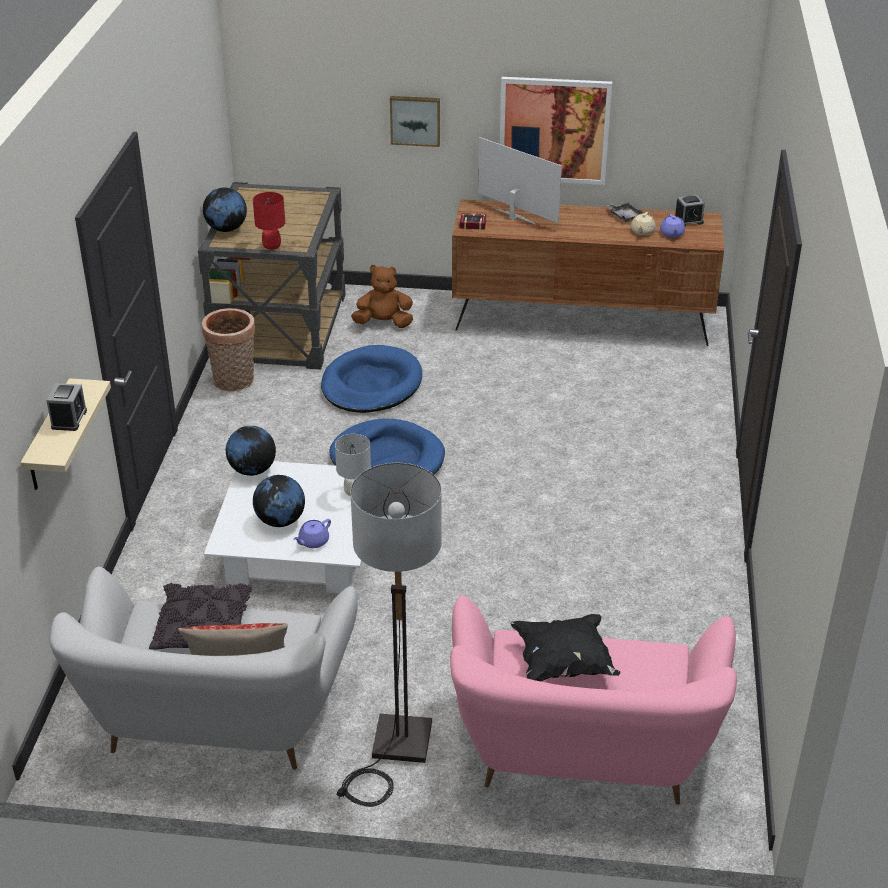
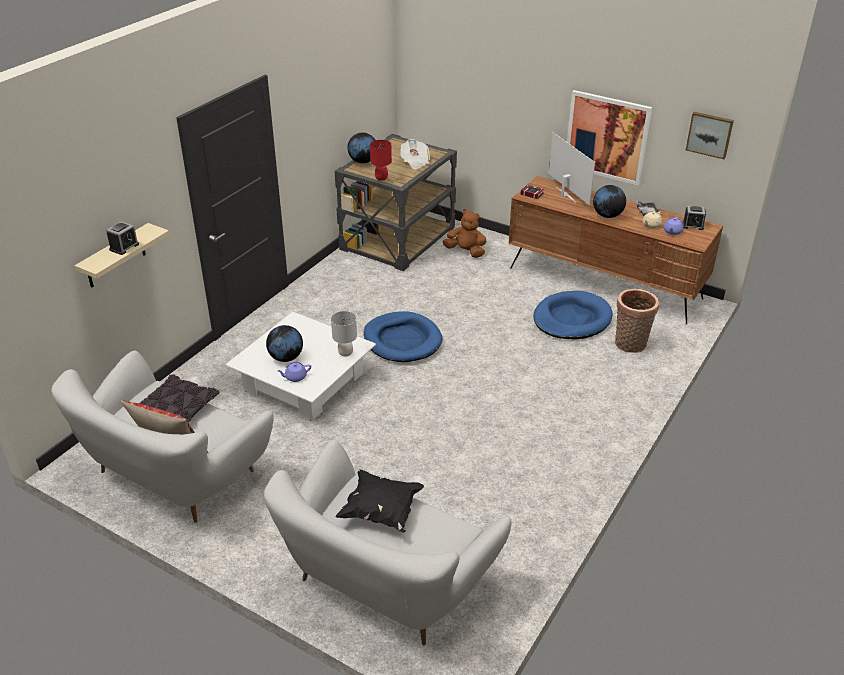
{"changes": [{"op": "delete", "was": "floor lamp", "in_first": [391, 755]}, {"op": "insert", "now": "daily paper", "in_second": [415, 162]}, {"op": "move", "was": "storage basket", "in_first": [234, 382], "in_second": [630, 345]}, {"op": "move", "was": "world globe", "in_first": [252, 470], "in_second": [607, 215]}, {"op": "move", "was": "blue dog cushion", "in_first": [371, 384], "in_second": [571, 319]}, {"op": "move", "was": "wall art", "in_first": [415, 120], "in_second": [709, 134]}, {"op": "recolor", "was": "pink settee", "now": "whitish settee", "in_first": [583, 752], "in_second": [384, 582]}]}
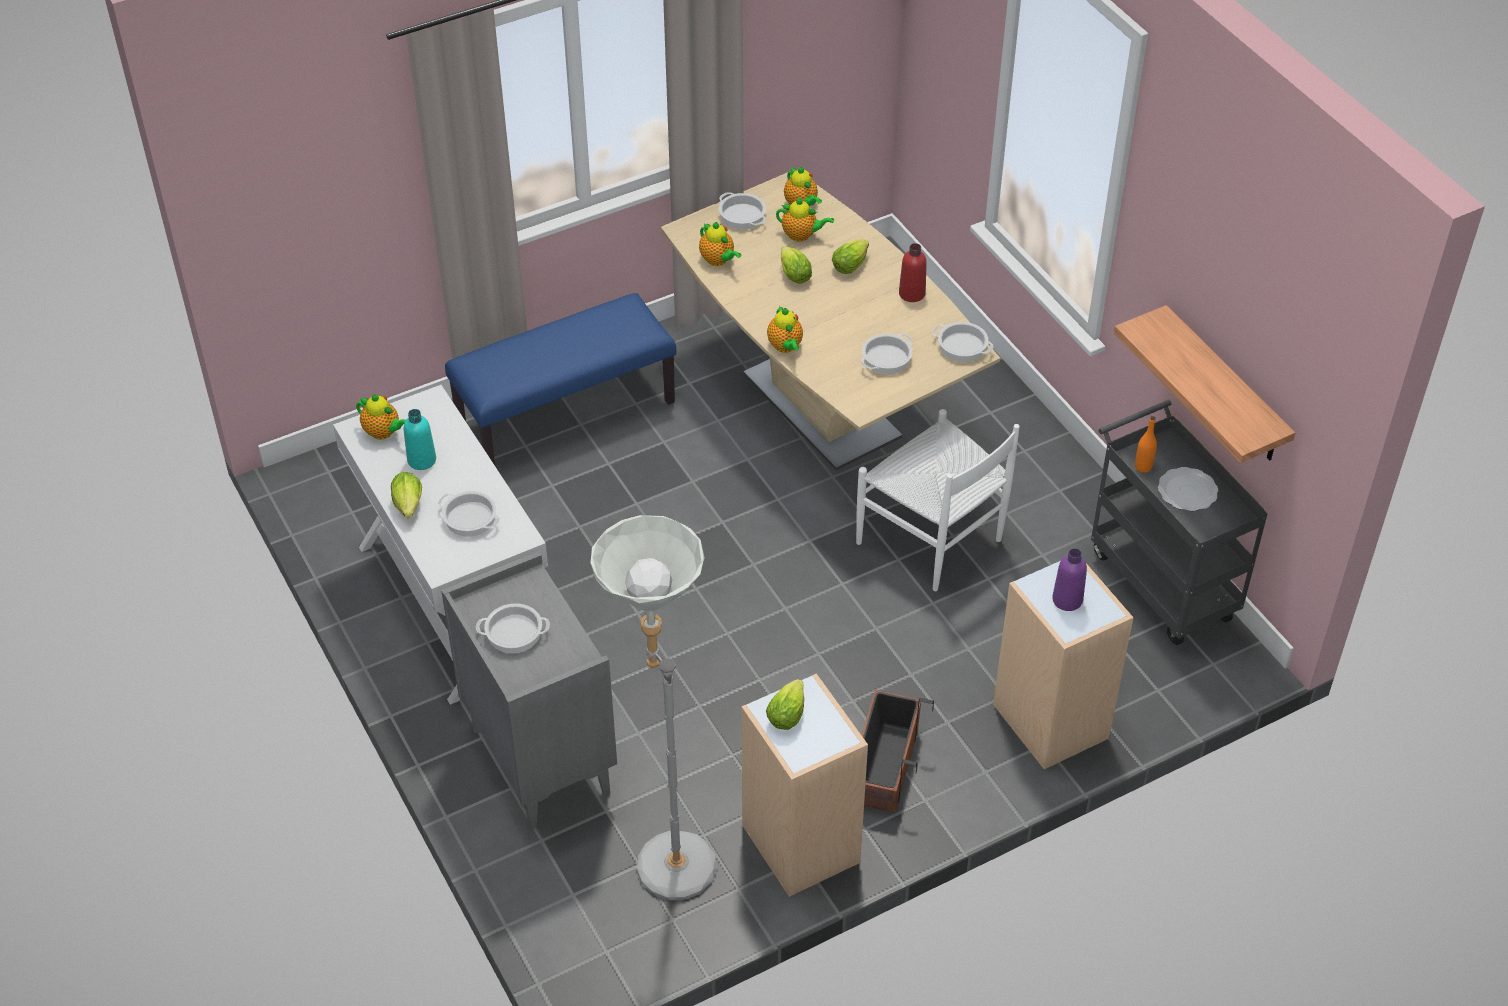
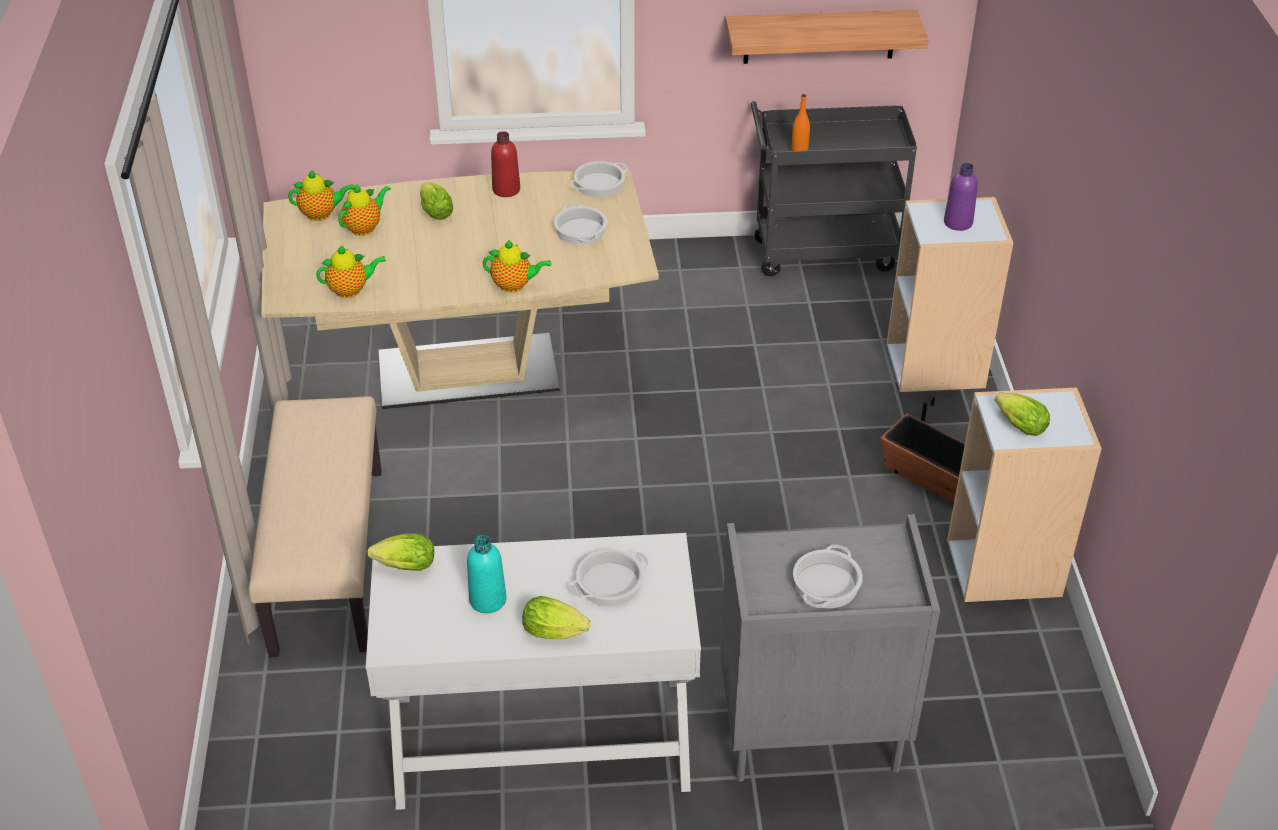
{"changes": [{"op": "delete", "was": "teapot", "in_first": [384, 432]}, {"op": "delete", "was": "greyish floor lamp", "in_first": [667, 854]}, {"op": "delete", "was": "saucepot", "in_first": [741, 216]}, {"op": "delete", "was": "whitish upright chair", "in_first": [933, 540]}, {"op": "delete", "was": "dinner plate", "in_first": [1187, 490]}, {"op": "move", "was": "head of lettuce", "in_first": [793, 273], "in_second": [402, 566]}, {"op": "recolor", "was": "blue long seat", "now": "sand-coloured long seat", "in_first": [566, 413], "in_second": [327, 559]}]}
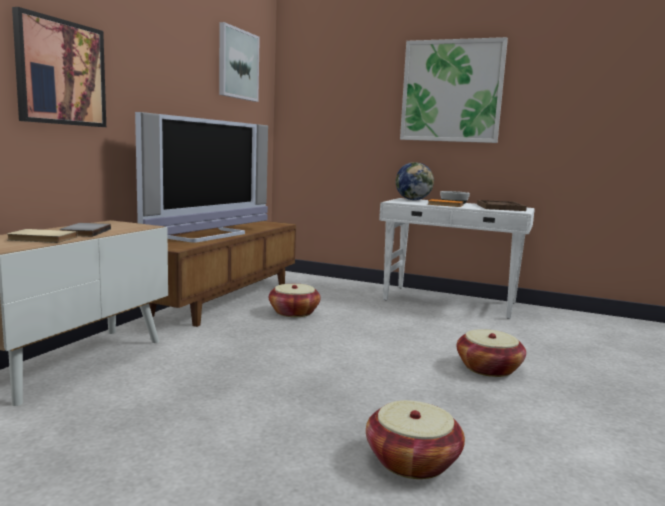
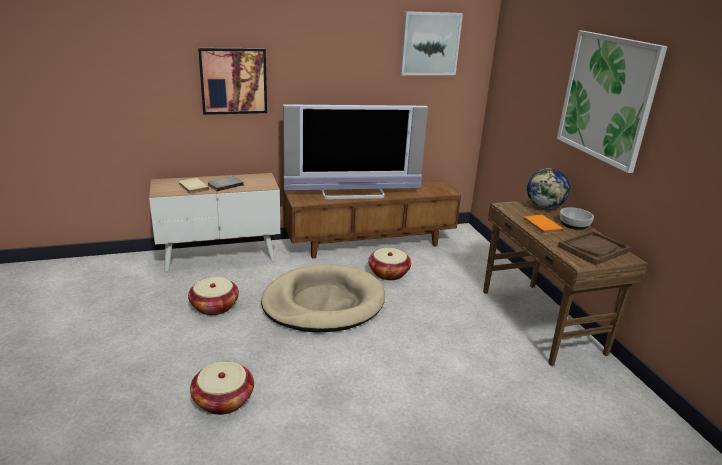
{"changes": [{"op": "insert", "now": "sand-coloured dog cushion", "in_second": [323, 303]}, {"op": "move", "was": "storage basket", "in_first": [488, 368], "in_second": [214, 306]}, {"op": "recolor", "was": "whitish narrow table", "now": "brown narrow table", "in_first": [450, 301], "in_second": [541, 322]}]}
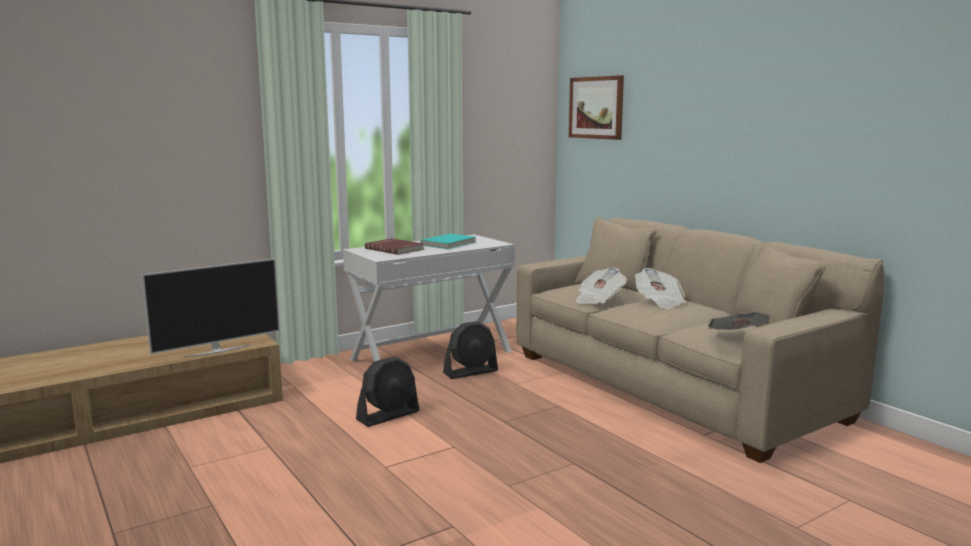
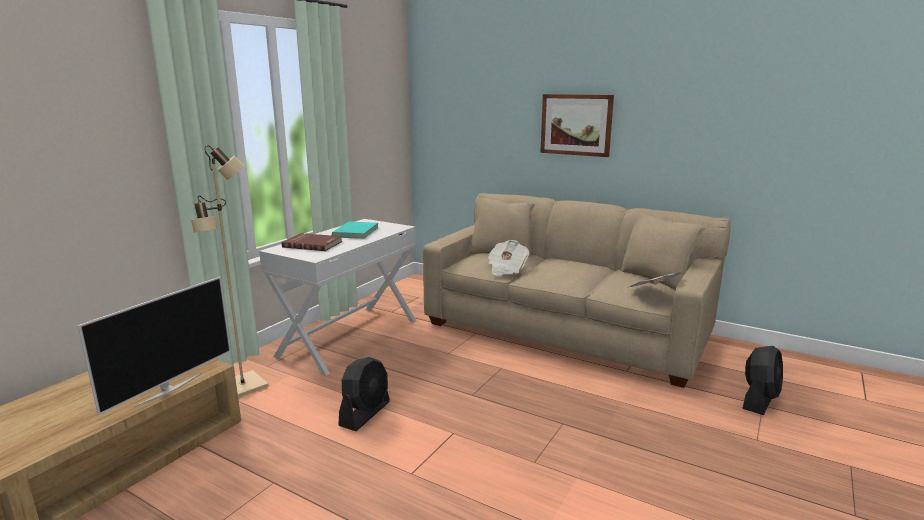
{"changes": [{"op": "delete", "was": "daily paper", "in_first": [659, 302]}, {"op": "insert", "now": "sand-coloured floor lamp", "in_second": [243, 386]}, {"op": "move", "was": "blackish fan", "in_first": [470, 372], "in_second": [759, 400]}, {"op": "move", "was": "wall art", "in_first": [596, 107], "in_second": [576, 124]}]}
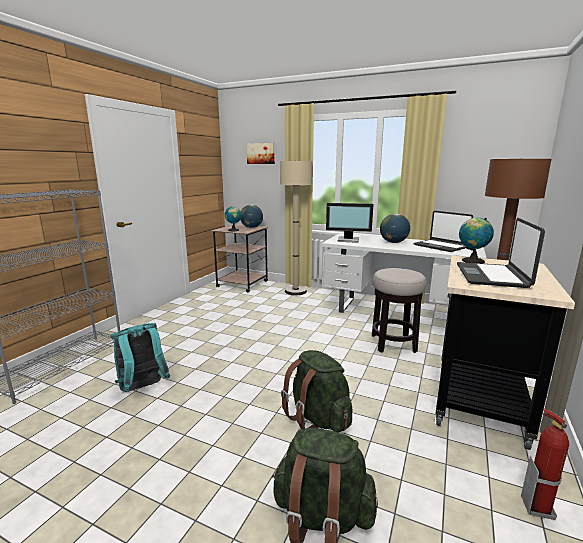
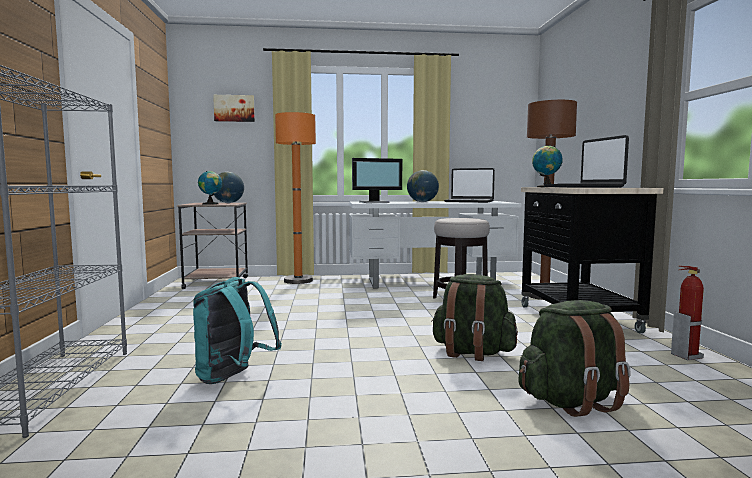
{"changes": [{"op": "recolor", "was": "sand-coloured floor lamp", "now": "orangey floor lamp", "in_first": [295, 291], "in_second": [298, 281]}]}
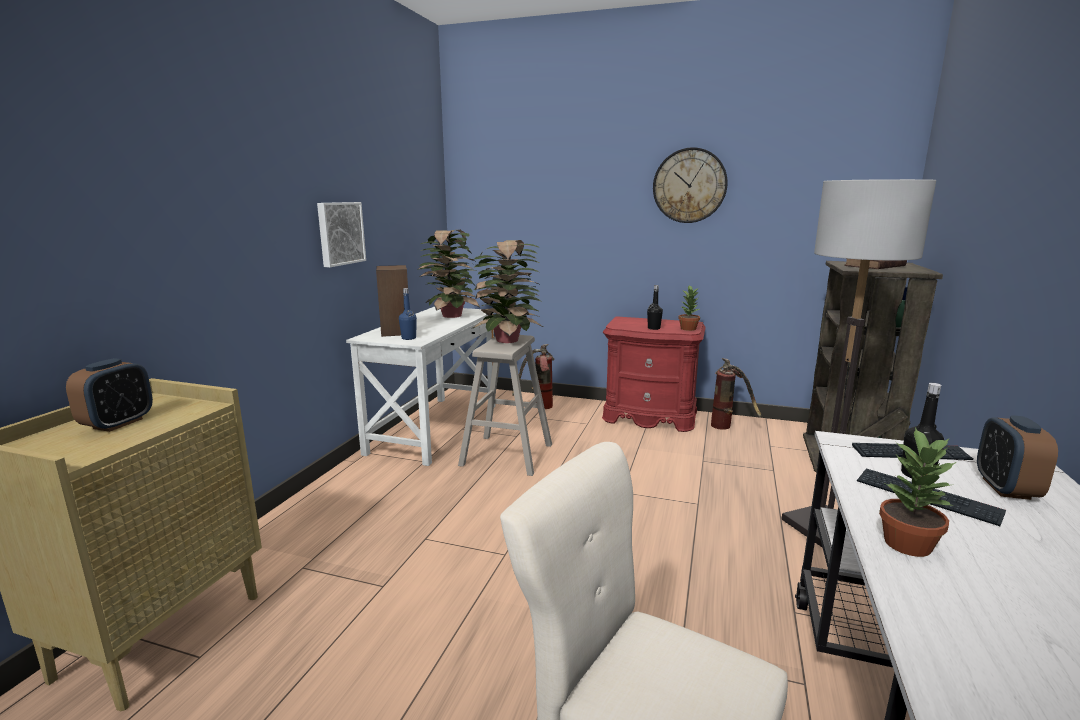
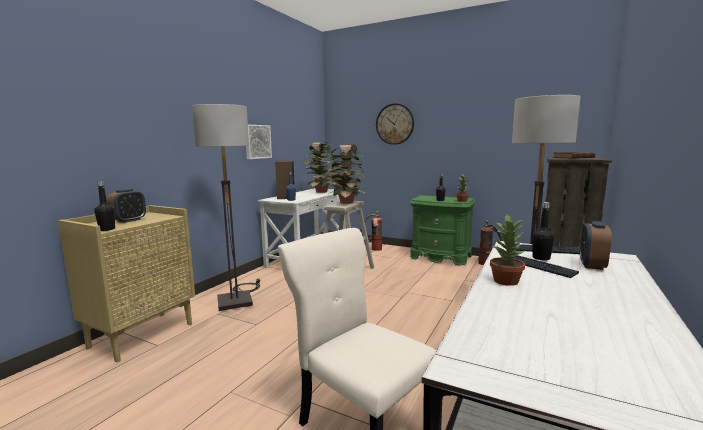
{"changes": [{"op": "insert", "now": "blackish bottle", "in_second": [107, 229]}, {"op": "insert", "now": "floor lamp", "in_second": [238, 298]}, {"op": "move", "was": "hanging clock", "in_first": [689, 185], "in_second": [394, 124]}, {"op": "recolor", "was": "reddish night table", "now": "green night table", "in_first": [650, 417], "in_second": [440, 257]}]}
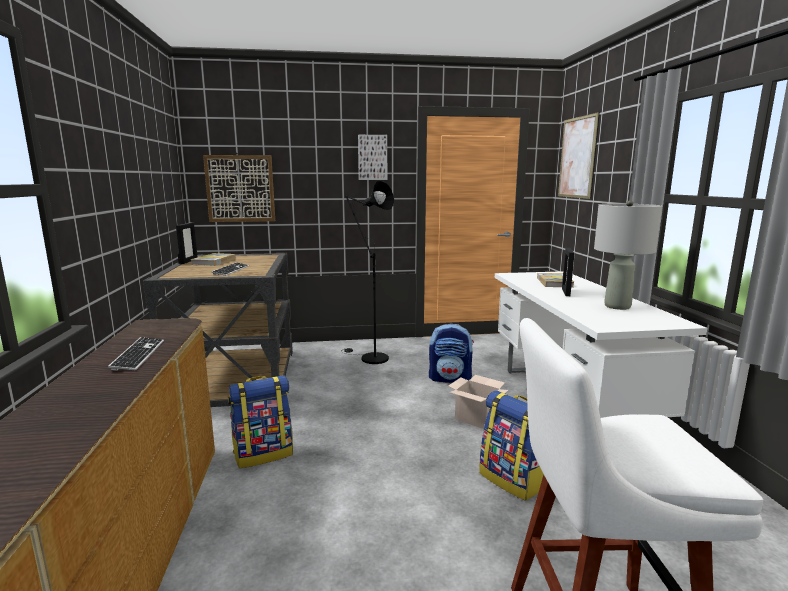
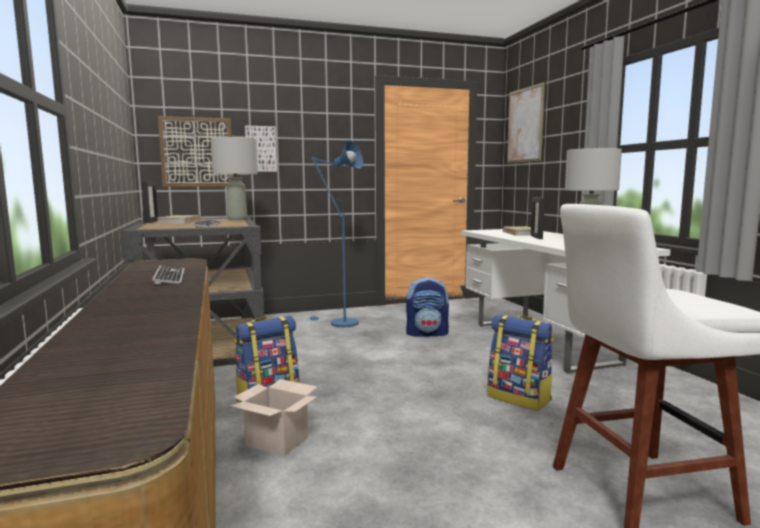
{"changes": [{"op": "insert", "now": "greyish tabletop lamp", "in_second": [237, 219]}, {"op": "move", "was": "wall art", "in_first": [372, 157], "in_second": [260, 149]}, {"op": "move", "was": "packing box", "in_first": [477, 418], "in_second": [278, 441]}, {"op": "recolor", "was": "blackish floor lamp", "now": "blue floor lamp", "in_first": [370, 358], "in_second": [339, 323]}]}
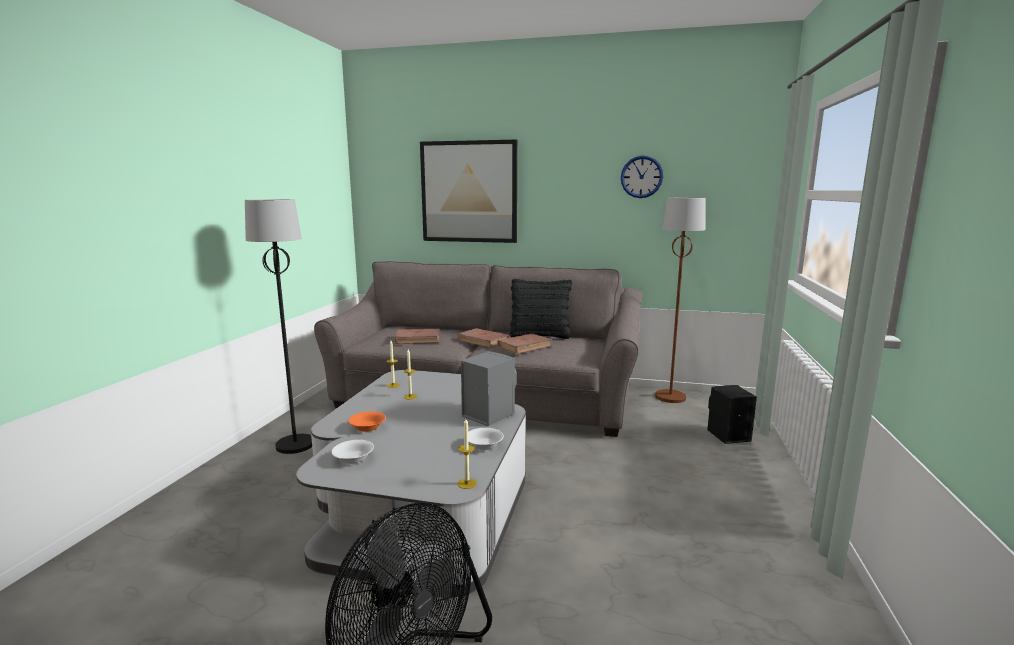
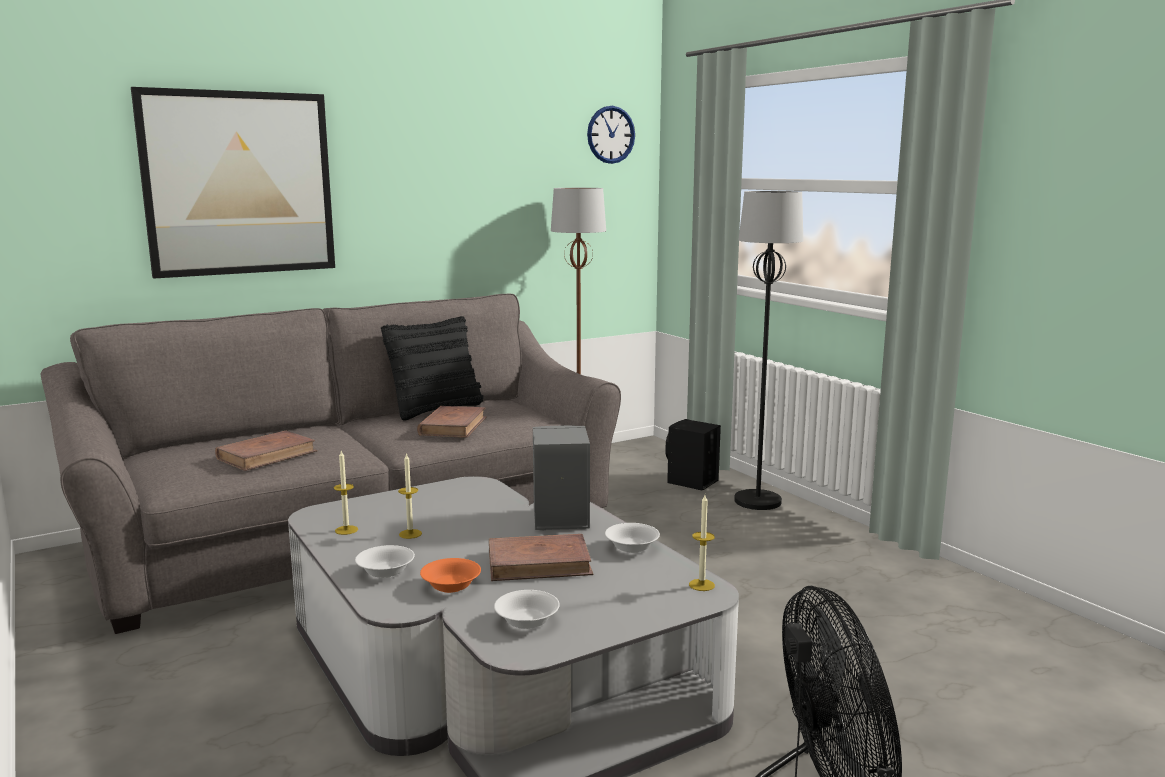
{"changes": [{"op": "insert", "now": "whitish deep dish", "in_second": [385, 572]}, {"op": "move", "was": "blackish floor lamp", "in_first": [295, 445], "in_second": [757, 501]}, {"op": "move", "was": "brown volume", "in_first": [483, 341], "in_second": [539, 563]}, {"op": "move", "was": "hanging clock", "in_first": [641, 177], "in_second": [610, 134]}]}
